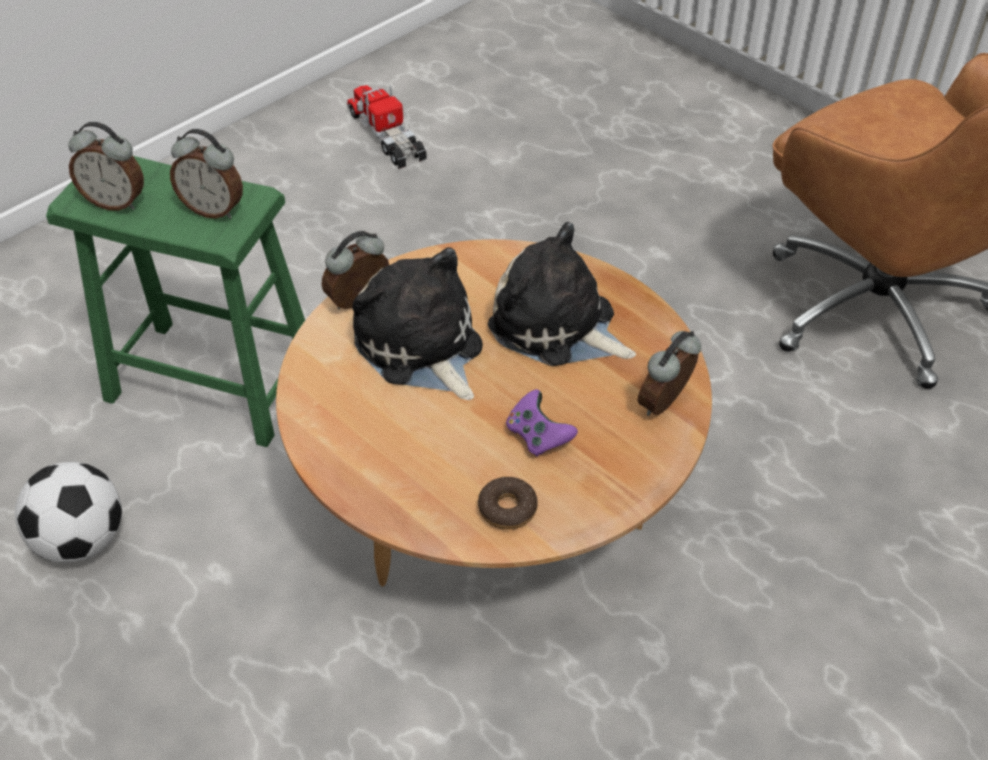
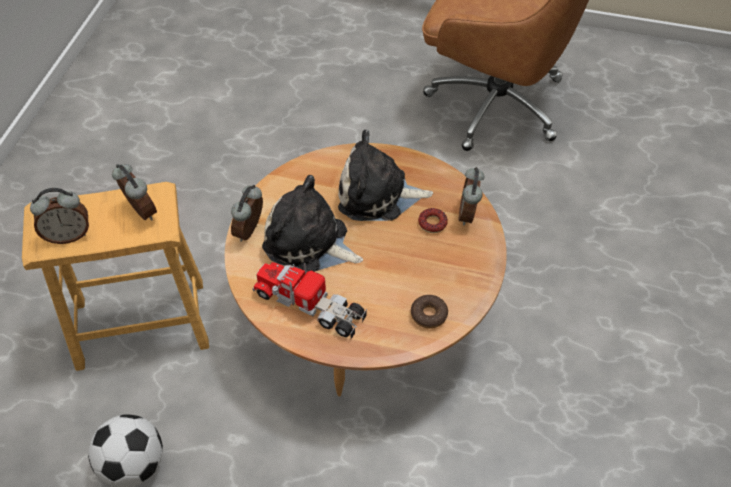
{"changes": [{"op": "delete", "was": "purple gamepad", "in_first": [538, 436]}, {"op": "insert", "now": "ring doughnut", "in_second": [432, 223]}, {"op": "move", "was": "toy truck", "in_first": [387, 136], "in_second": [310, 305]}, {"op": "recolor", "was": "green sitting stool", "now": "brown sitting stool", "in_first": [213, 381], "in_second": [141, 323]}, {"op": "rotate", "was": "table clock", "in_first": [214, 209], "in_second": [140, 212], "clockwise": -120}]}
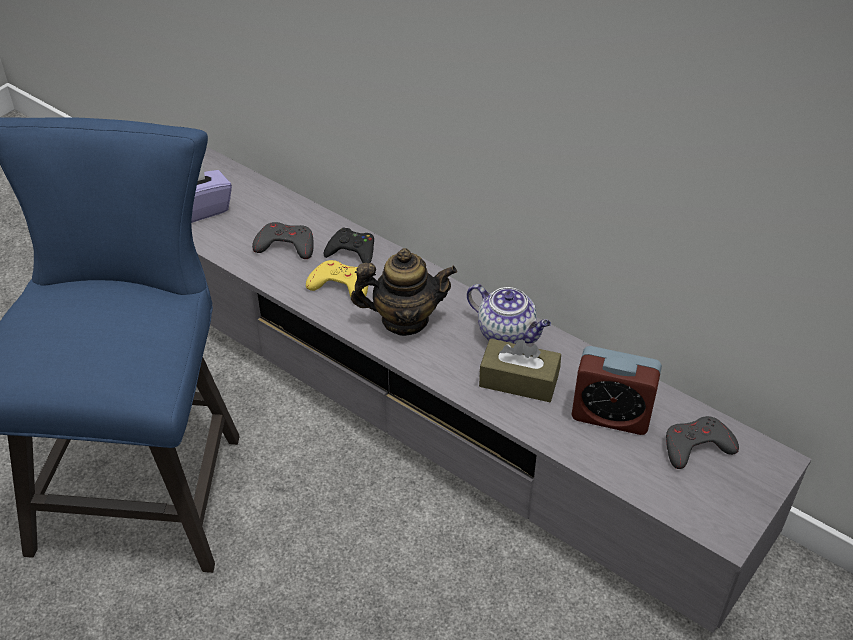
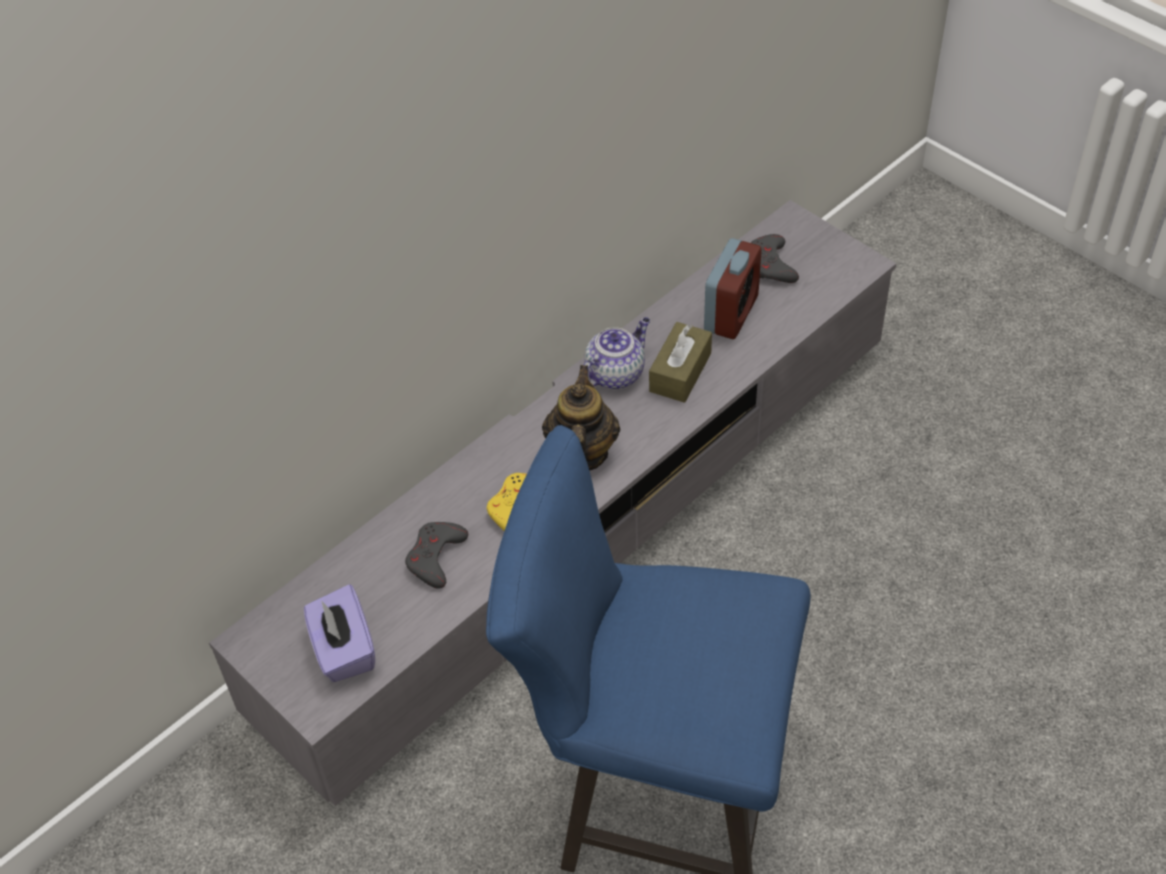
{"changes": [{"op": "delete", "was": "blackish gamepad", "in_first": [352, 251]}]}
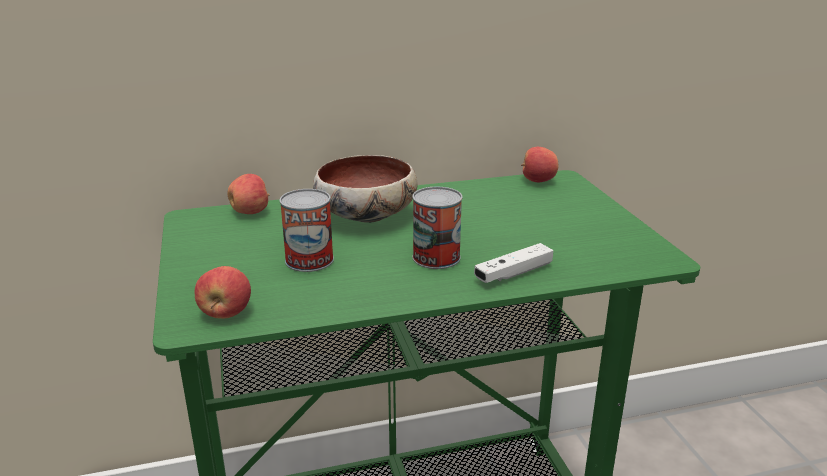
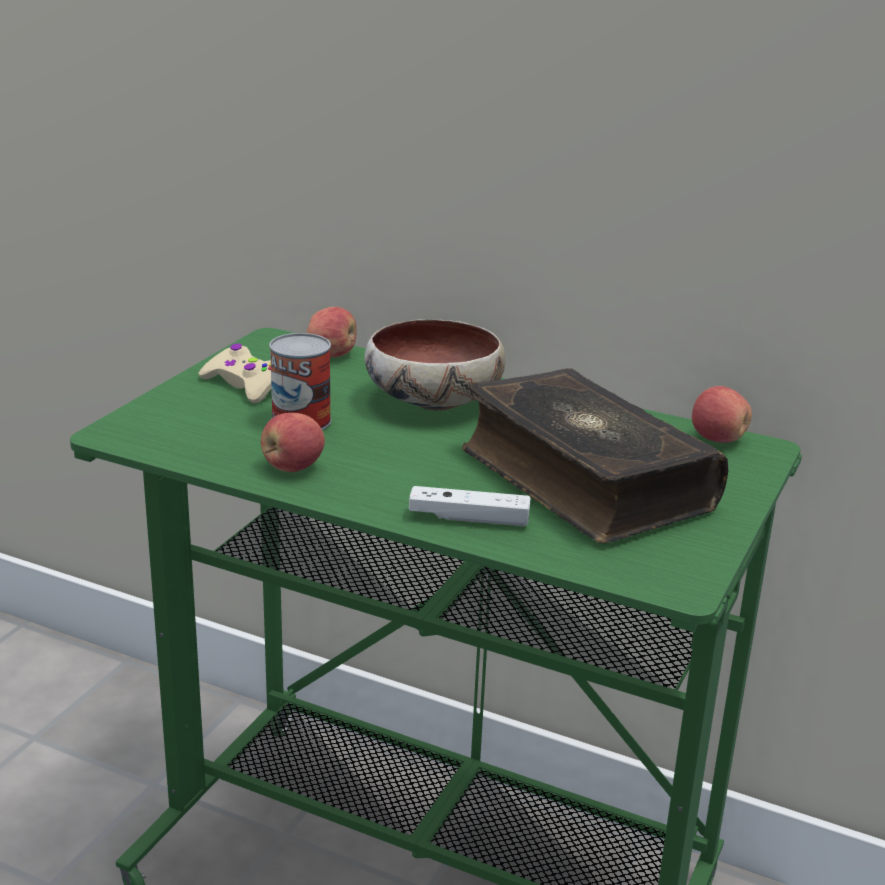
{"changes": [{"op": "delete", "was": "sealed can", "in_first": [436, 257]}, {"op": "insert", "now": "sand-coloured gamepad", "in_second": [244, 385]}, {"op": "insert", "now": "volume", "in_second": [582, 480]}, {"op": "move", "was": "whole apple", "in_first": [225, 313], "in_second": [292, 467]}]}
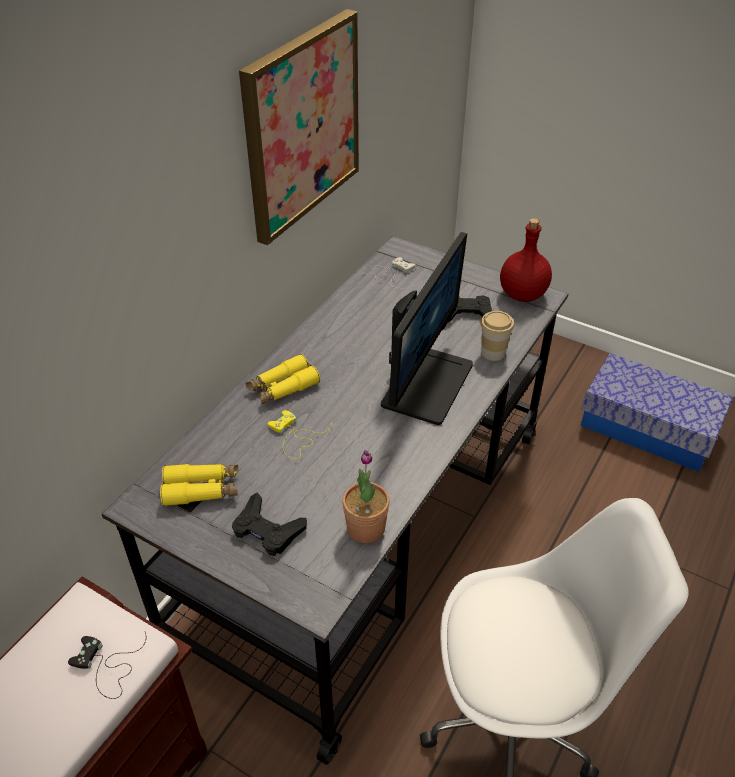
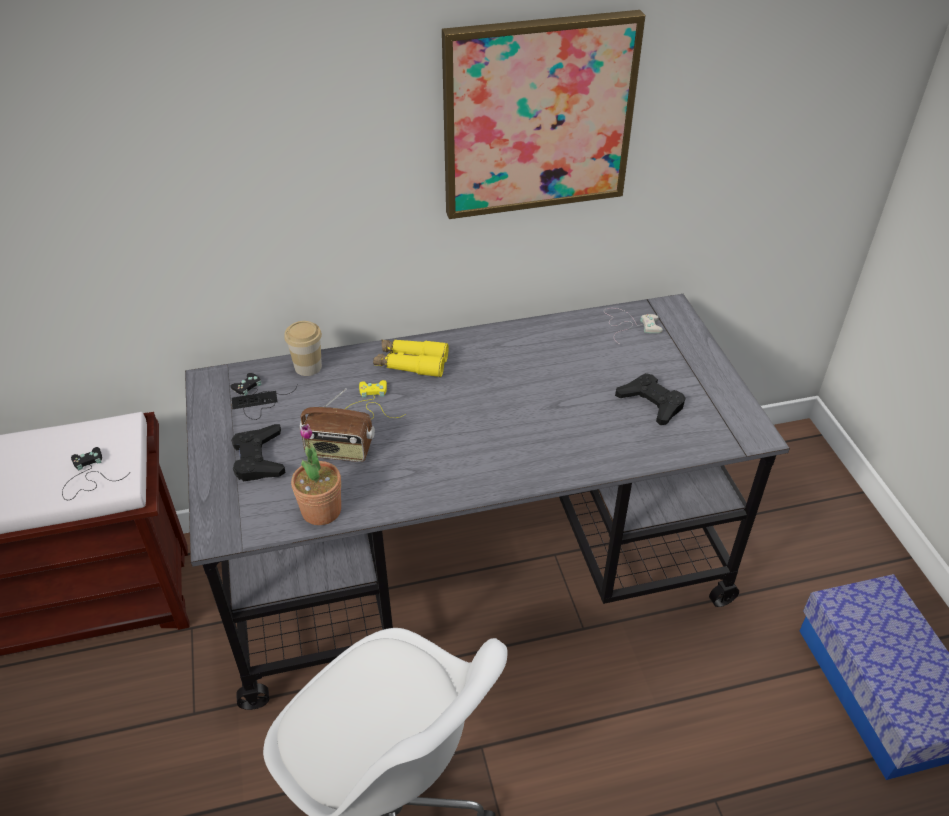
{"changes": [{"op": "delete", "was": "computer display", "in_first": [425, 383]}, {"op": "delete", "was": "reddish bottle", "in_first": [522, 294]}, {"op": "insert", "now": "radio set", "in_second": [339, 450]}, {"op": "move", "was": "small cup", "in_first": [493, 352], "in_second": [308, 367]}, {"op": "replace", "was": "yellow-coloured binoculars", "now": "blackish gamepad", "in_first": [202, 489], "in_second": [258, 398]}]}
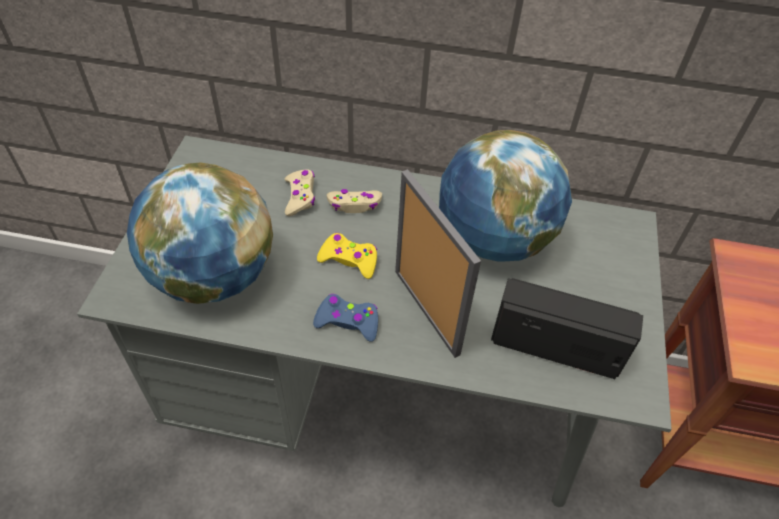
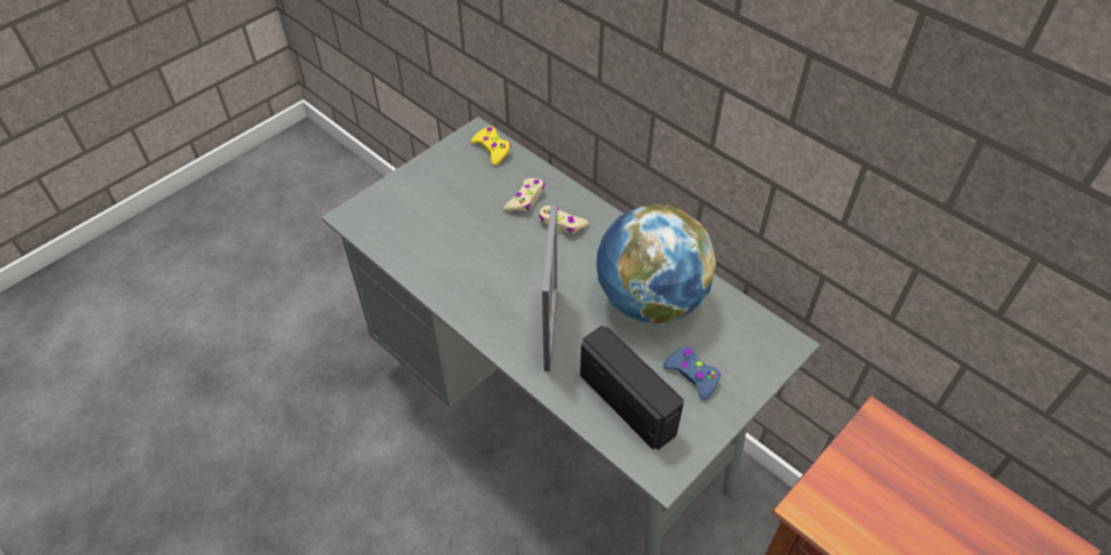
{"changes": [{"op": "delete", "was": "world globe", "in_first": [213, 276]}, {"op": "move", "was": "blue gamepad", "in_first": [348, 322], "in_second": [692, 375]}, {"op": "move", "was": "yellow-coloured gamepad", "in_first": [349, 260], "in_second": [492, 149]}]}
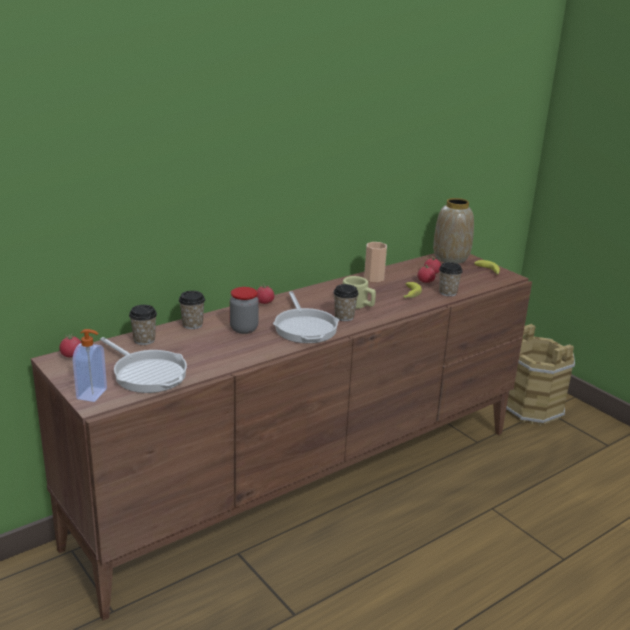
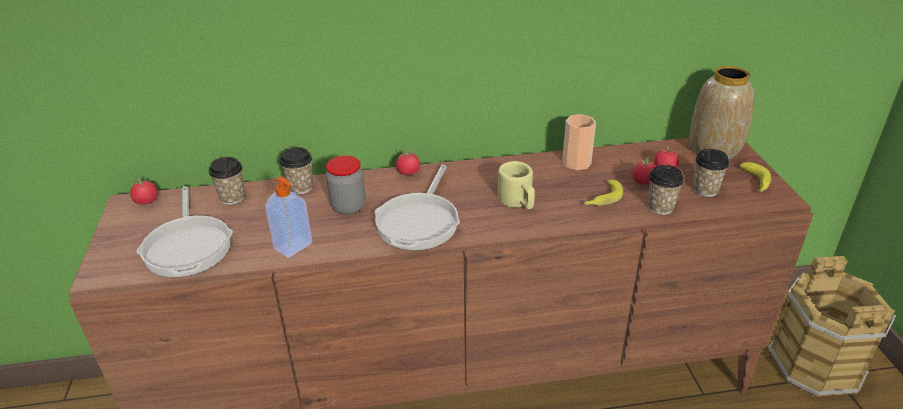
{"changes": [{"op": "move", "was": "liquid soap bottle", "in_first": [93, 394], "in_second": [294, 247]}, {"op": "move", "was": "small cup", "in_first": [344, 317], "in_second": [705, 190]}]}
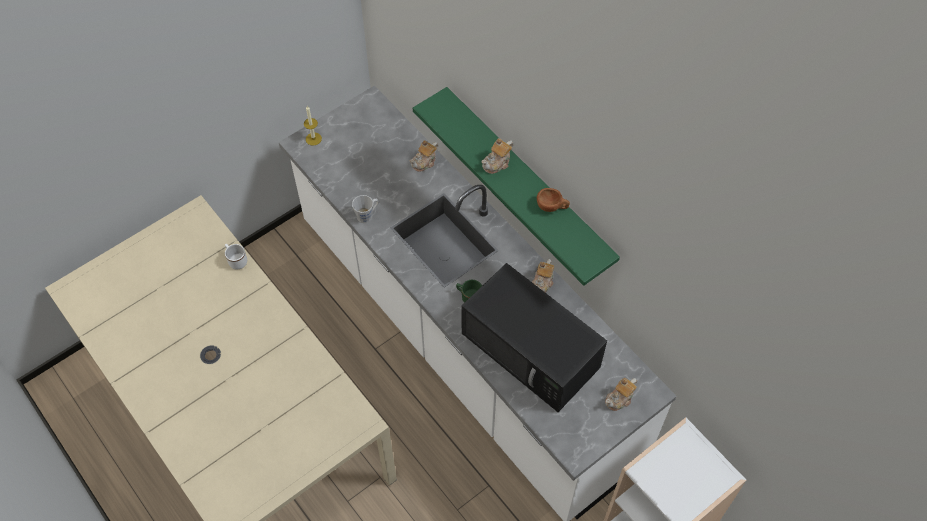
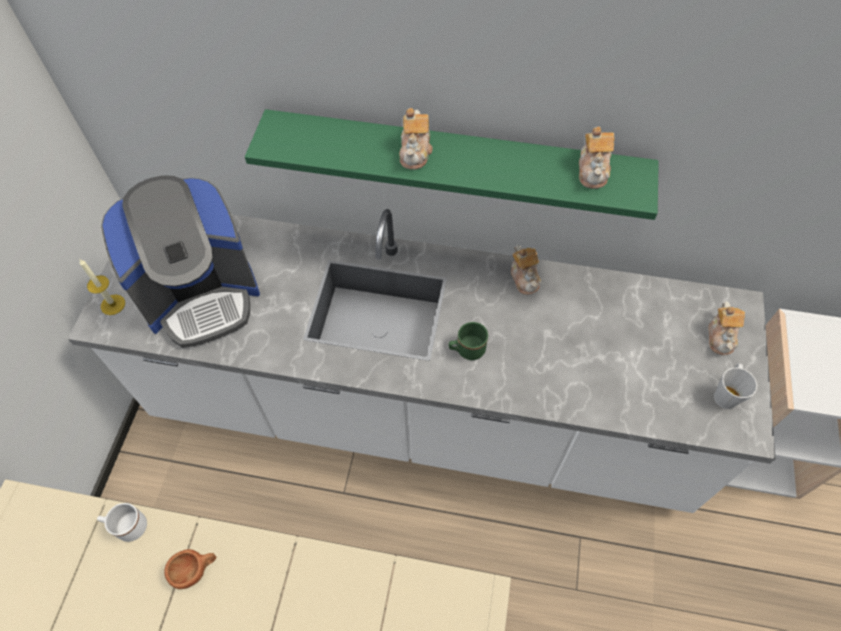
{"changes": [{"op": "delete", "was": "blackish kitchen microwave", "in_first": [532, 351]}, {"op": "insert", "now": "coffee machine", "in_second": [202, 295]}, {"op": "move", "was": "greyish tea mug", "in_first": [367, 215], "in_second": [726, 394]}, {"op": "move", "was": "teapot", "in_first": [424, 162], "in_second": [593, 170]}, {"op": "move", "was": "brown small cup", "in_first": [552, 207], "in_second": [195, 570]}]}
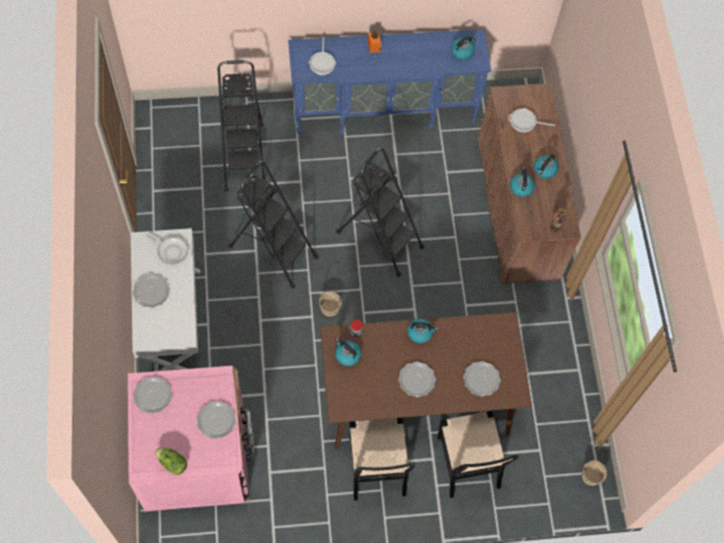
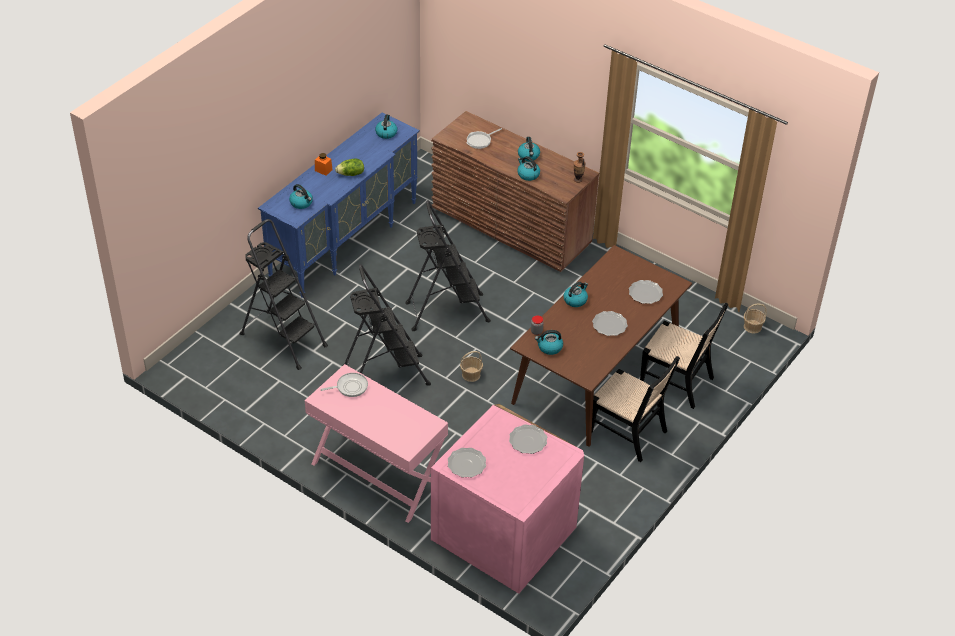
{"changes": [{"op": "delete", "was": "dinner plate", "in_first": [151, 292]}, {"op": "move", "was": "head of lettuce", "in_first": [172, 463], "in_second": [351, 174]}, {"op": "replace", "was": "skillet", "now": "kettle", "in_first": [322, 62], "in_second": [301, 203]}, {"op": "recolor", "was": "whitish narrow table", "now": "pink narrow table", "in_first": [172, 324], "in_second": [377, 474]}]}
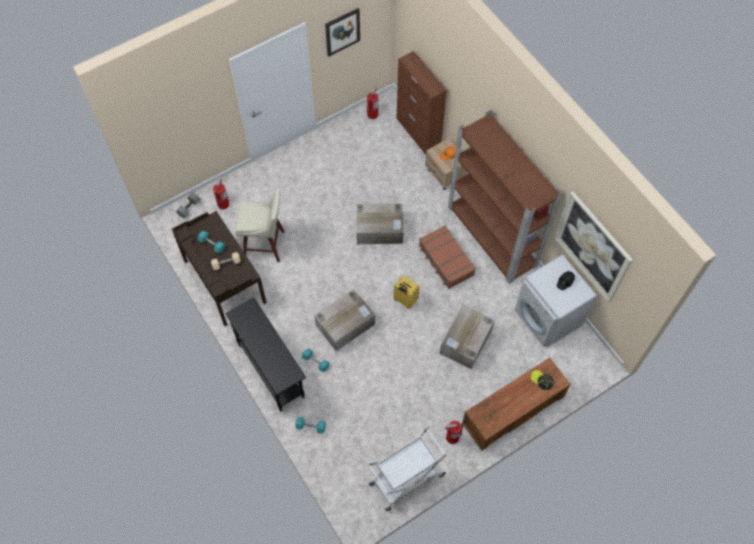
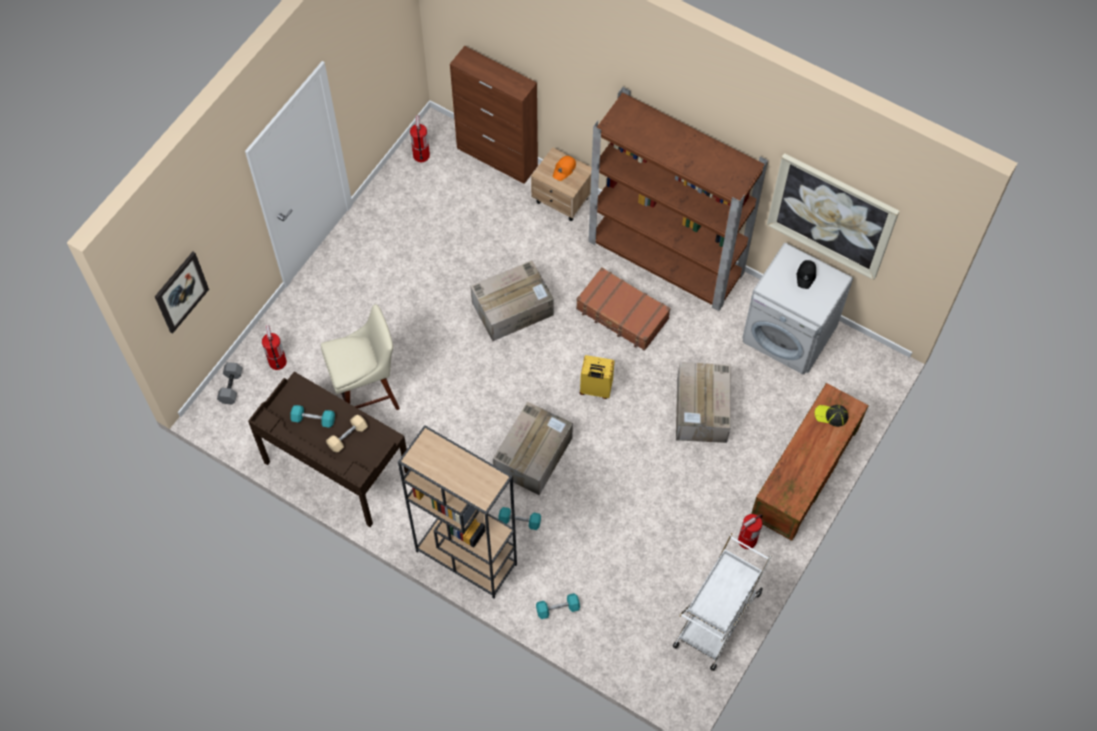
{"changes": [{"op": "move", "was": "wall art", "in_first": [342, 32], "in_second": [181, 292]}, {"op": "replace", "was": "blackish narrow table", "now": "bookcase", "in_first": [271, 370], "in_second": [465, 558]}]}
